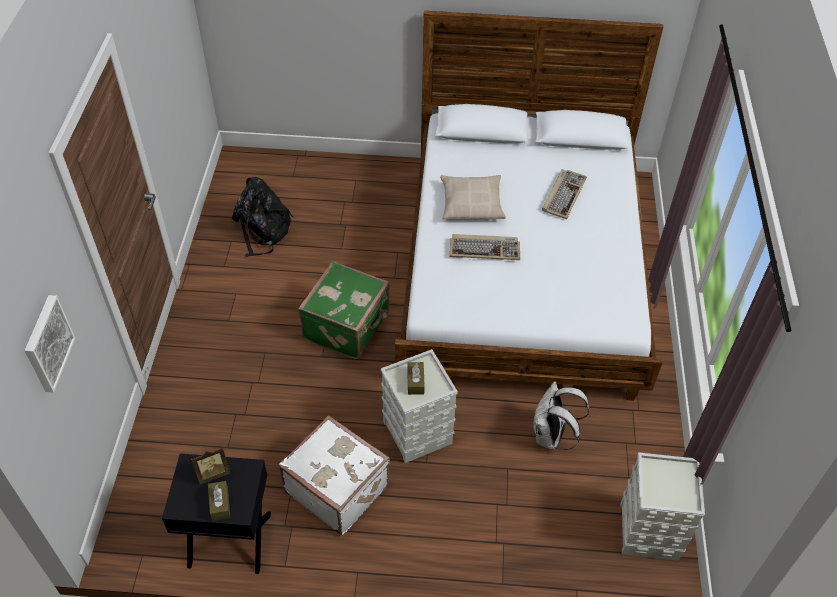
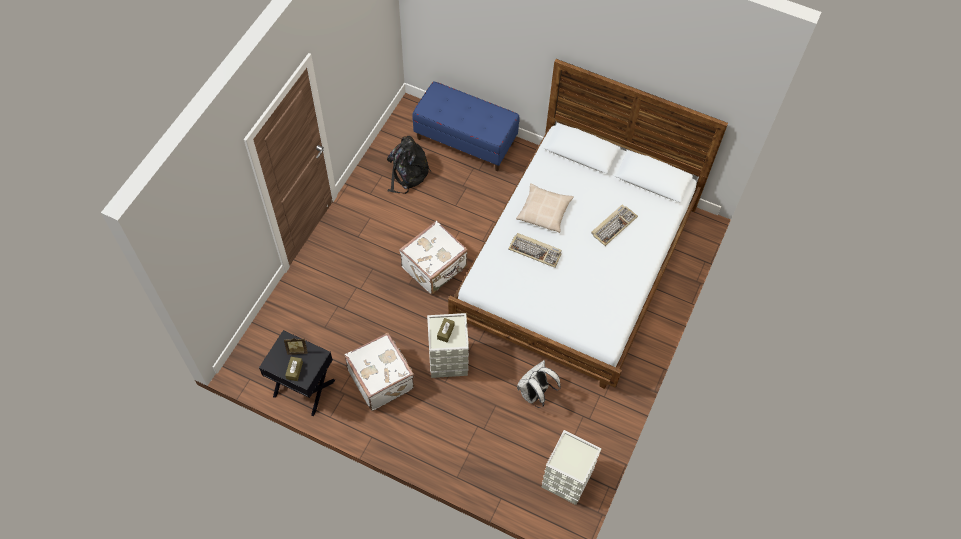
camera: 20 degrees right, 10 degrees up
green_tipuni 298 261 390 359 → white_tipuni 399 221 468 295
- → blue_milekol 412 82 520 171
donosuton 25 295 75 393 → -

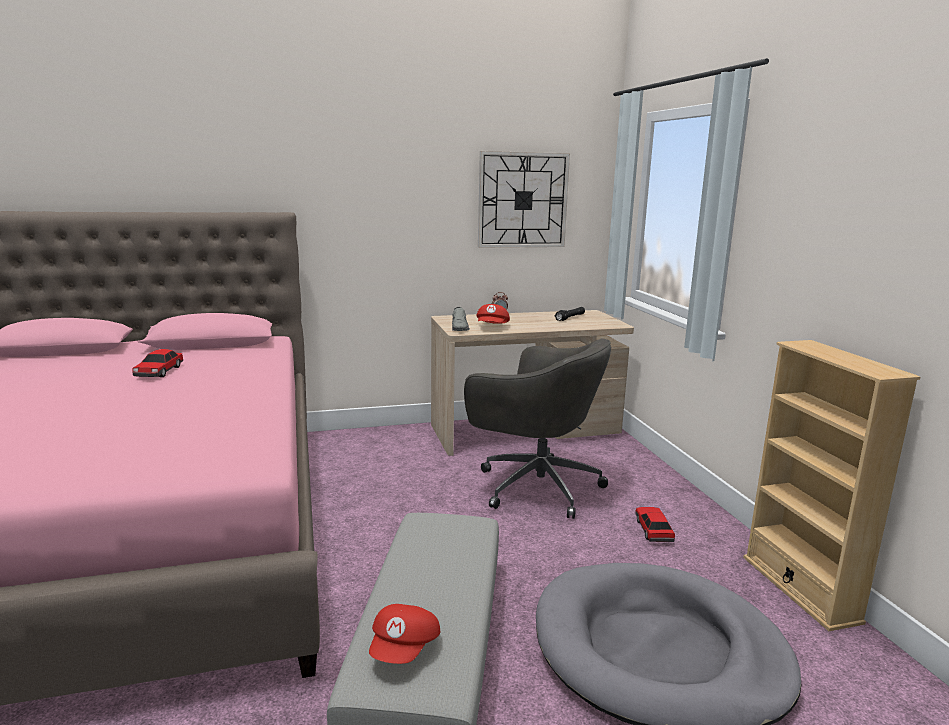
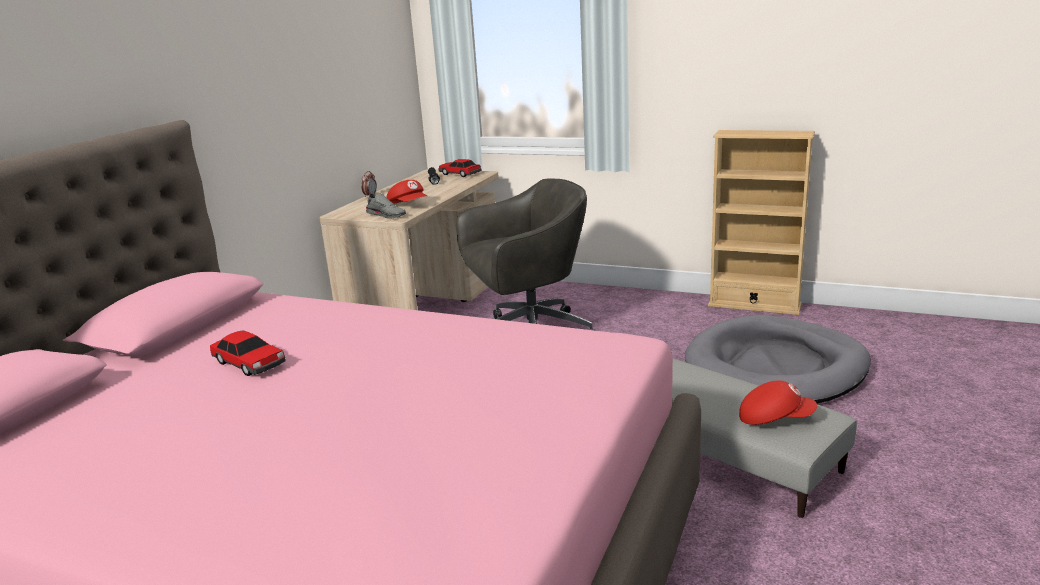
camera: 50 degrees left, 5 degrees up
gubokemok 635 507 675 542 → gubokemok 439 159 481 177, shifted
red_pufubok 369 604 440 664 → red_pufubok 739 380 817 425, 45 degrees counterclockwise
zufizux 478 151 570 248 → -

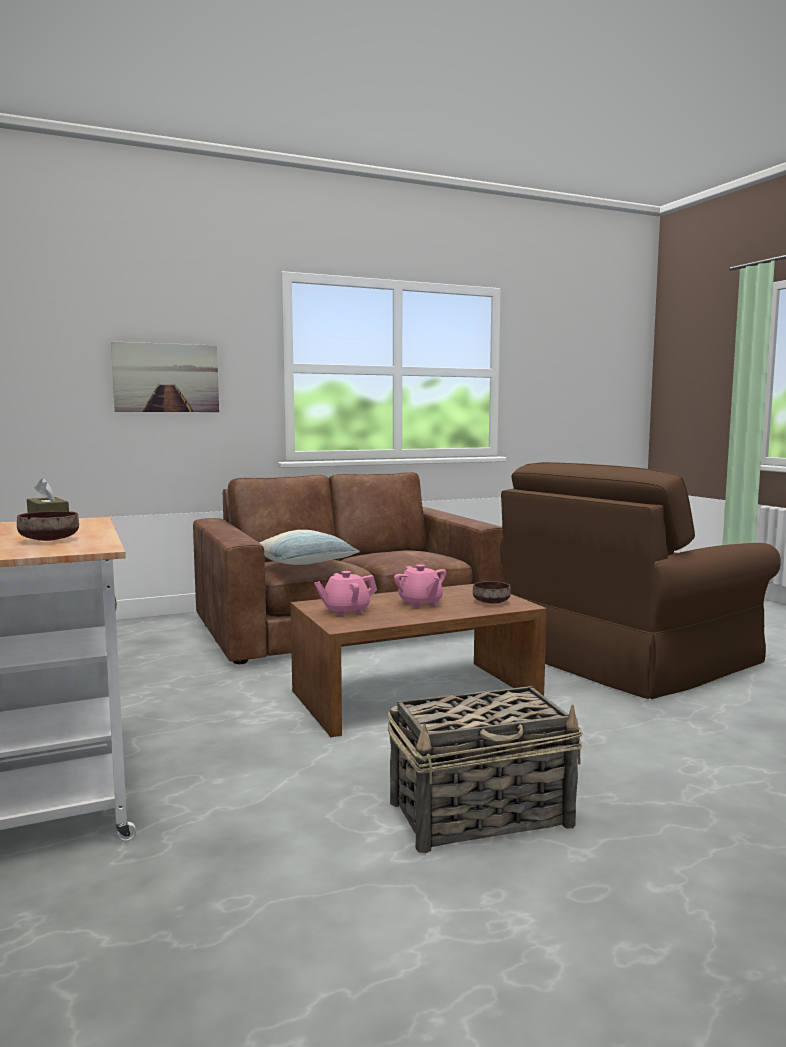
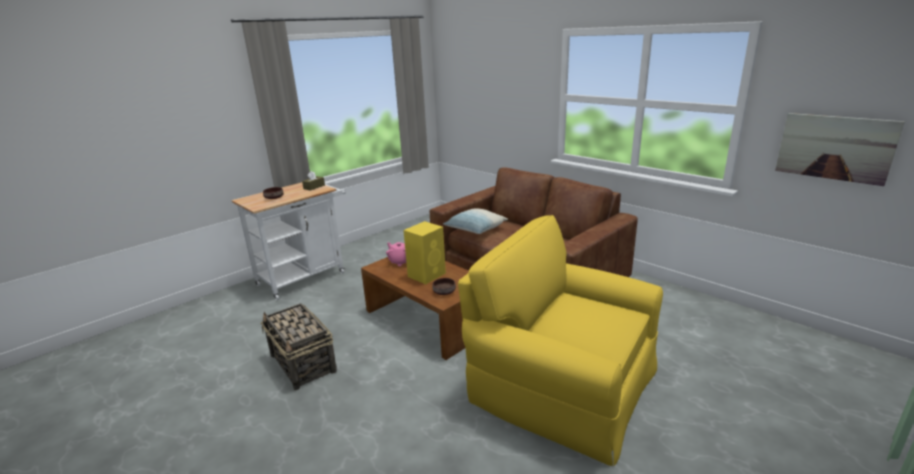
camera: 70 degrees right, 15 degrees up
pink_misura 394 564 447 608 → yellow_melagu 403 221 446 284
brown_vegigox 500 462 781 699 → yellow_vegigox 458 215 663 466
donosuton 111 341 219 412 → donosuton 775 113 905 186, shifted

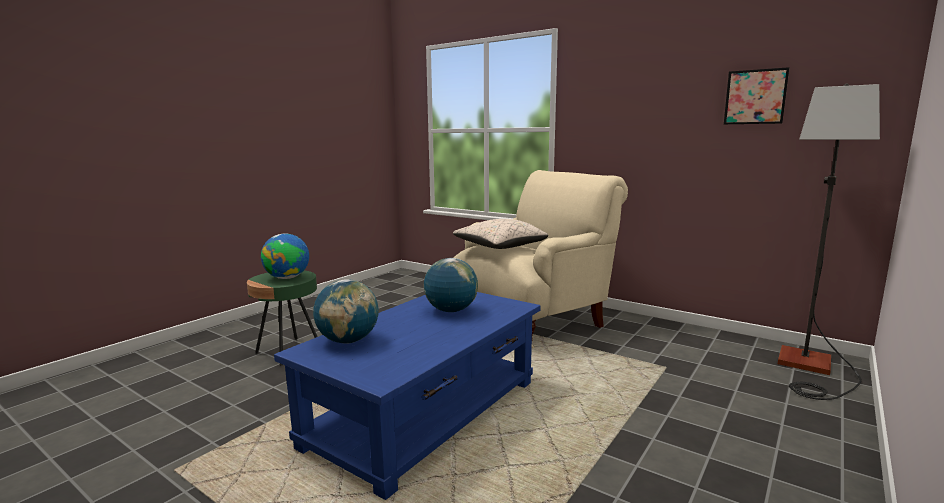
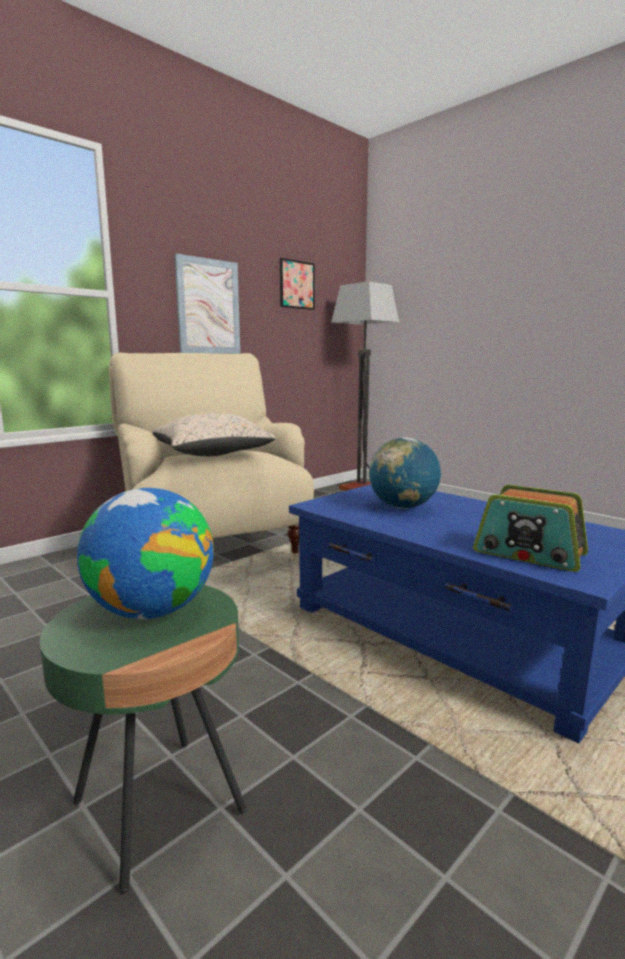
camera: 80 degrees left, 0 degrees up
- → donosuton 174 254 240 354
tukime 313 279 379 344 → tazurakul 473 485 588 572

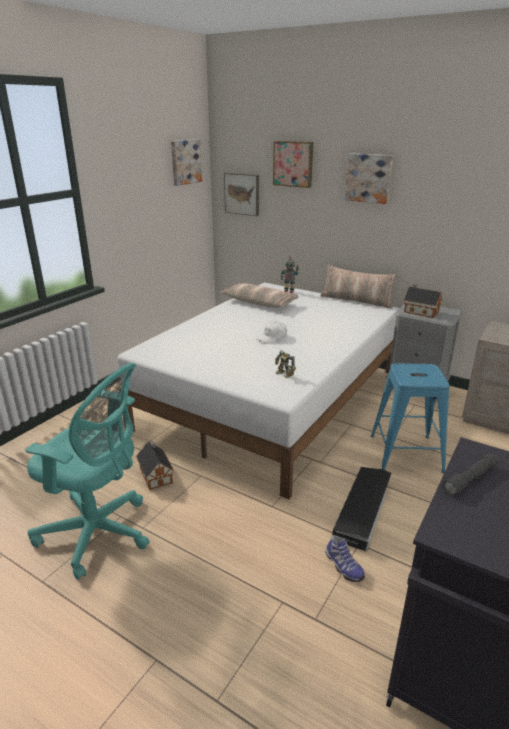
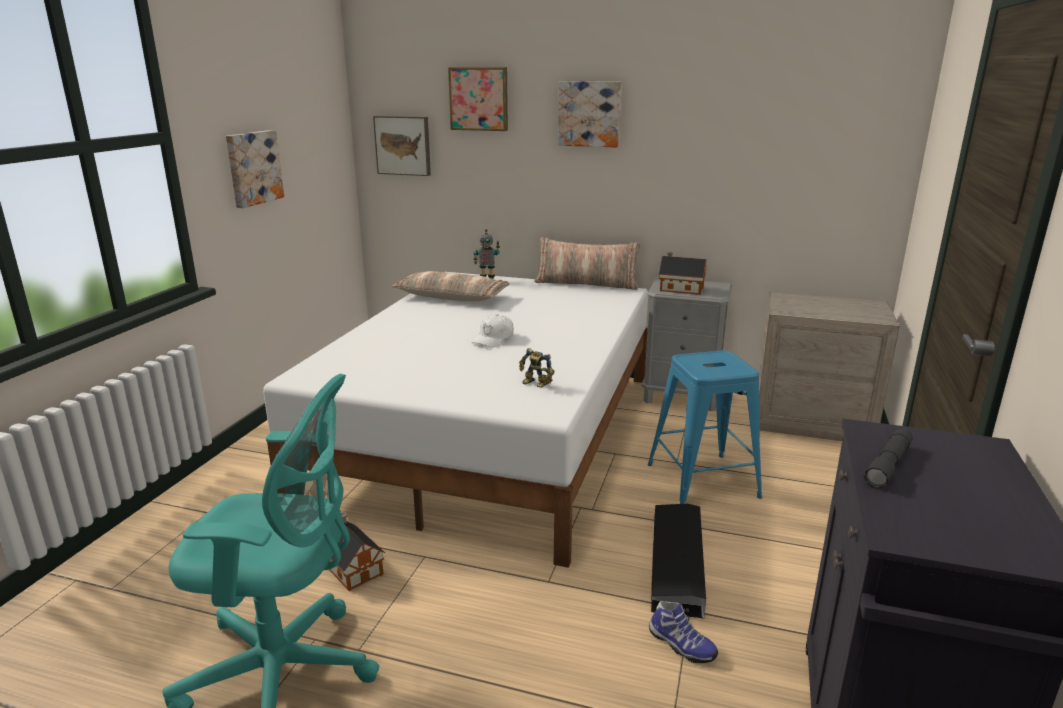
camera: 15 degrees left, 5 degrees down
donosuton 171 139 202 186 → donosuton 226 130 284 208, shifted

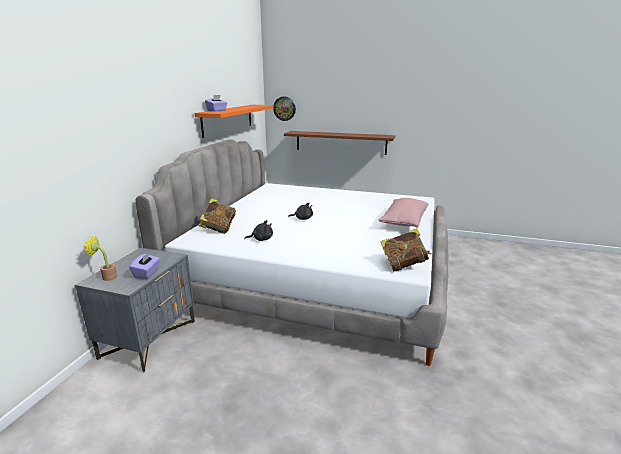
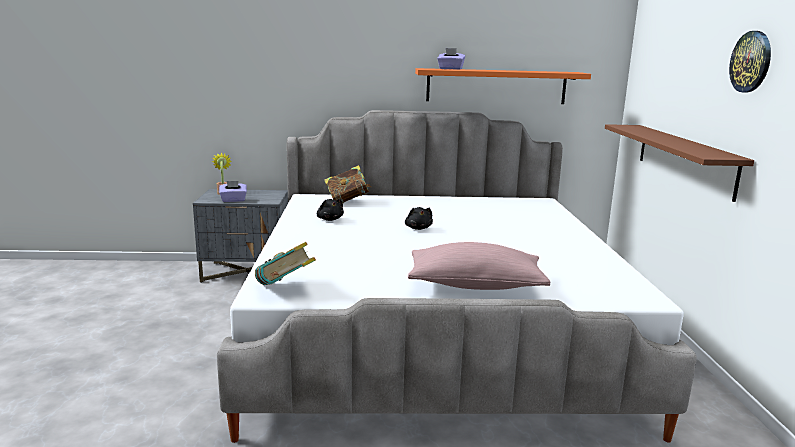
camera: 70 degrees right, 5 degrees down
zufizux 273 97 296 121 → zufizux 729 31 771 93, shifted

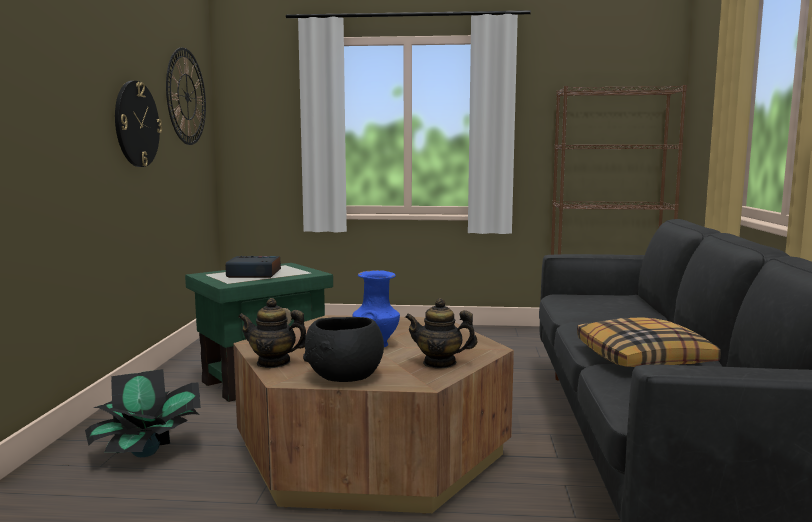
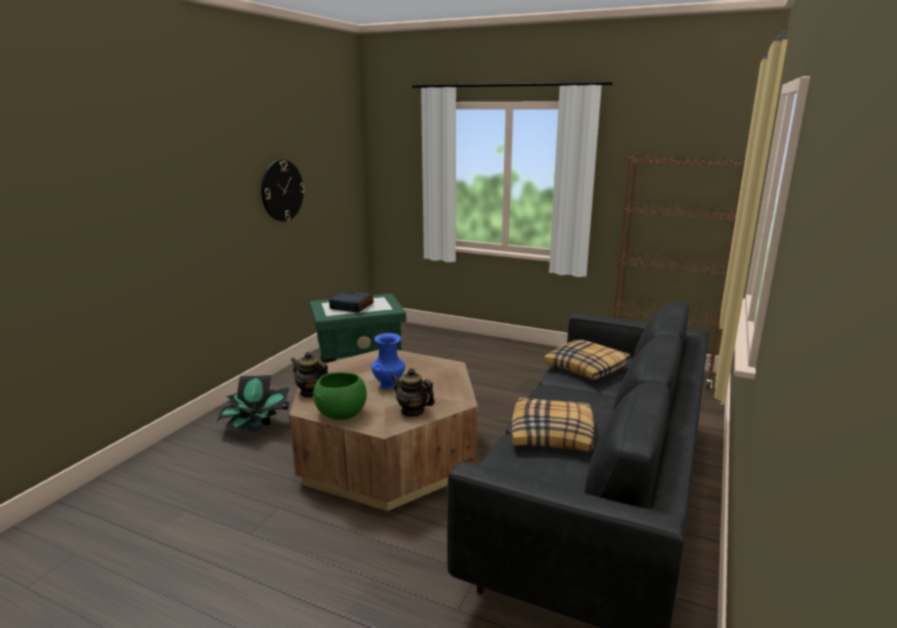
camera: 20 degrees right, 10 degrees up
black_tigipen 303 317 384 382 → green_tigipen 313 372 367 420
- → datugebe 544 339 630 380
zufizux 166 48 206 145 → -

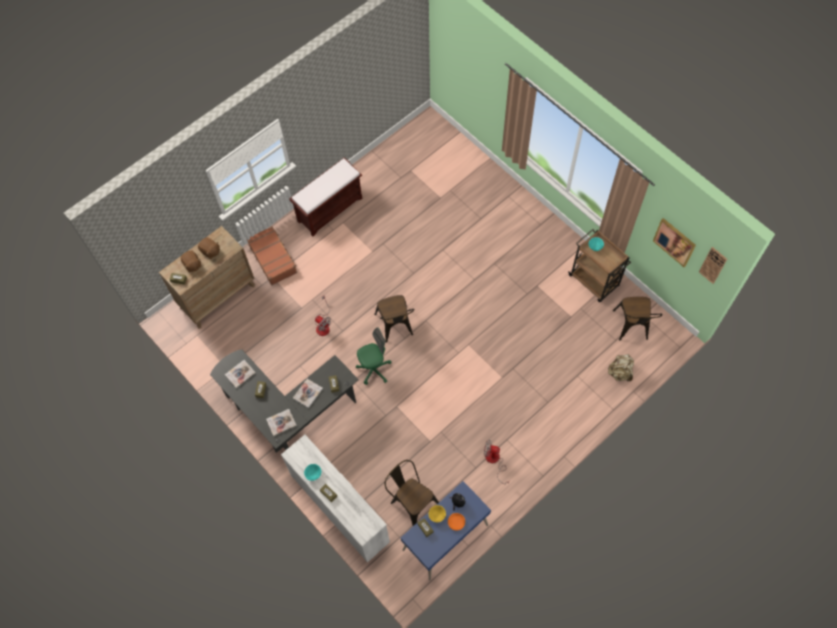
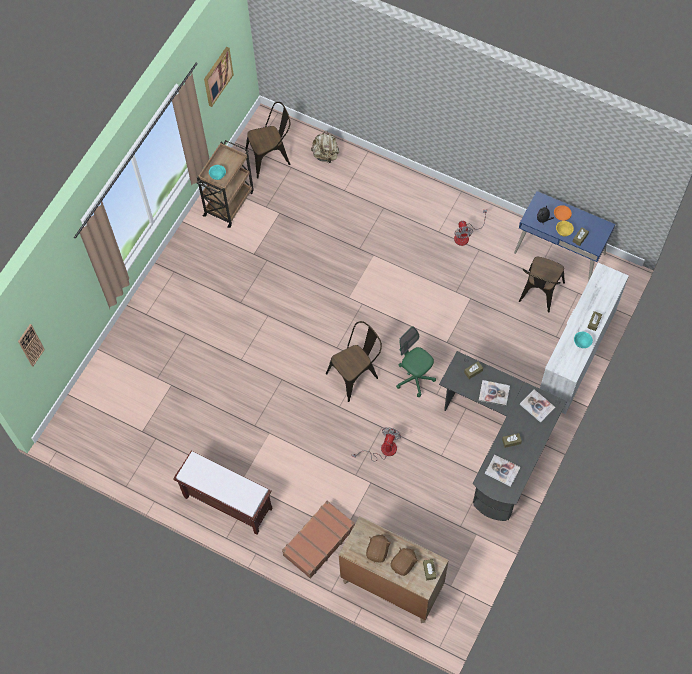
camera: 110 degrees left, 0 degrees up
zufizux 699 247 727 284 → zufizux 18 324 45 366, shifted

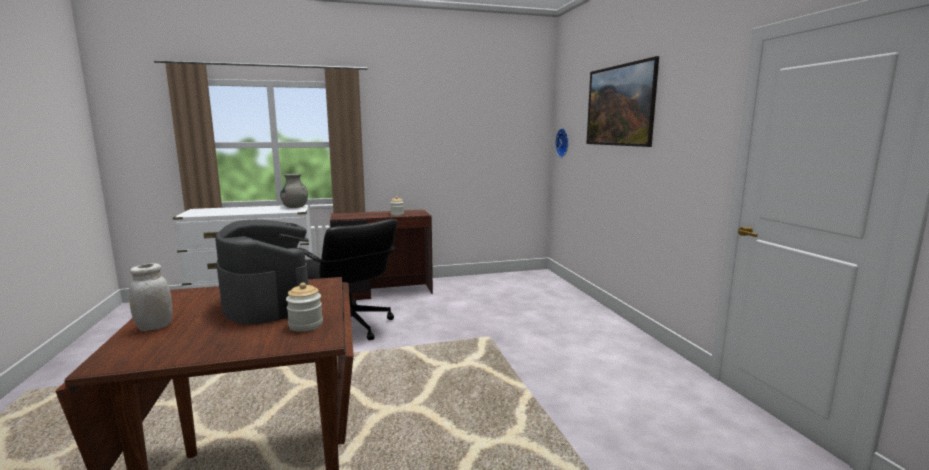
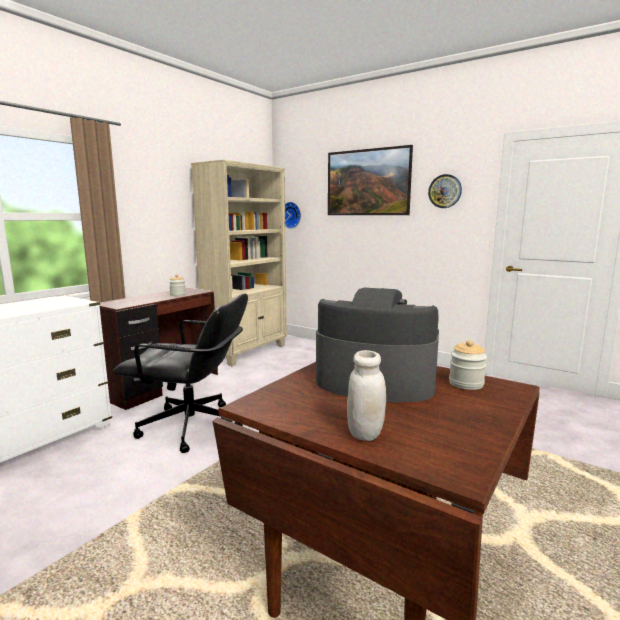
camera: 40 degrees left, 0 degrees up
- → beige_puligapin 191 160 287 366
- → zufizux 428 174 462 208
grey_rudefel 280 174 308 208 → -

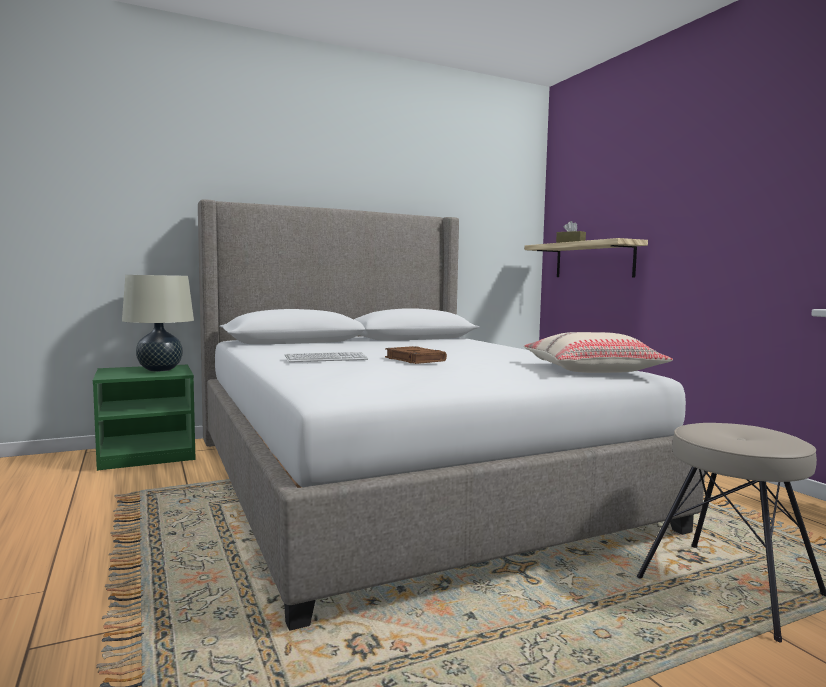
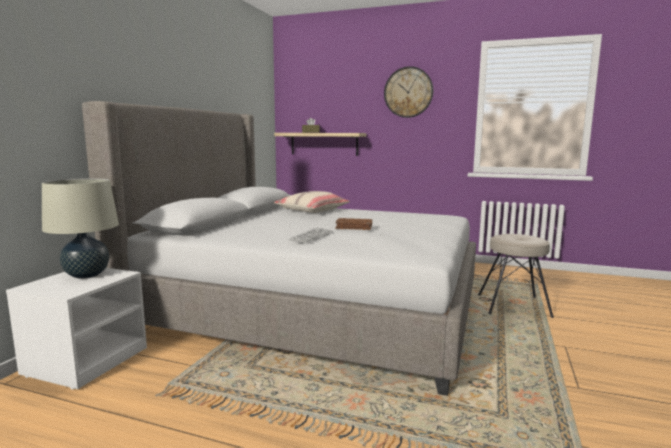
camera: 45 degrees left, 5 degrees up
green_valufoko 93 364 196 471 → white_valufoko 6 268 147 390
beige_datugebe 524 332 673 373 → beige_datugebe 274 191 350 213, shifted
- → zufizux 384 66 433 118

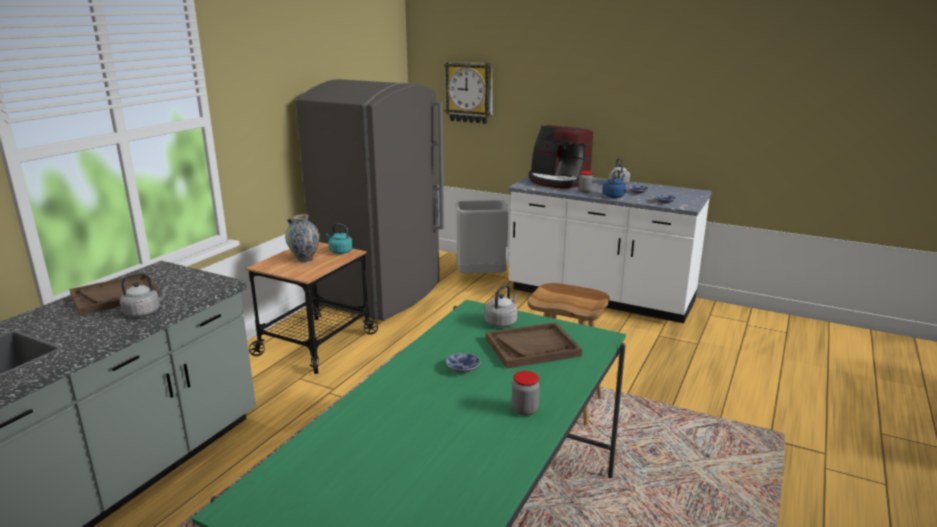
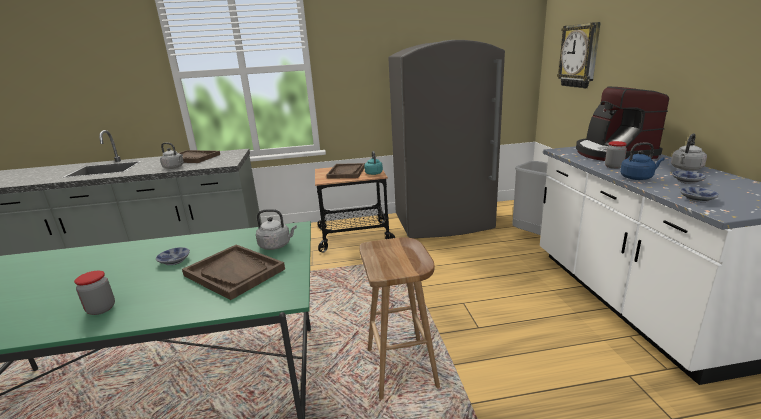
camera: 55 degrees right, 0 degrees up
rudefel 285 214 320 263 → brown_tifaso 327 163 365 179

